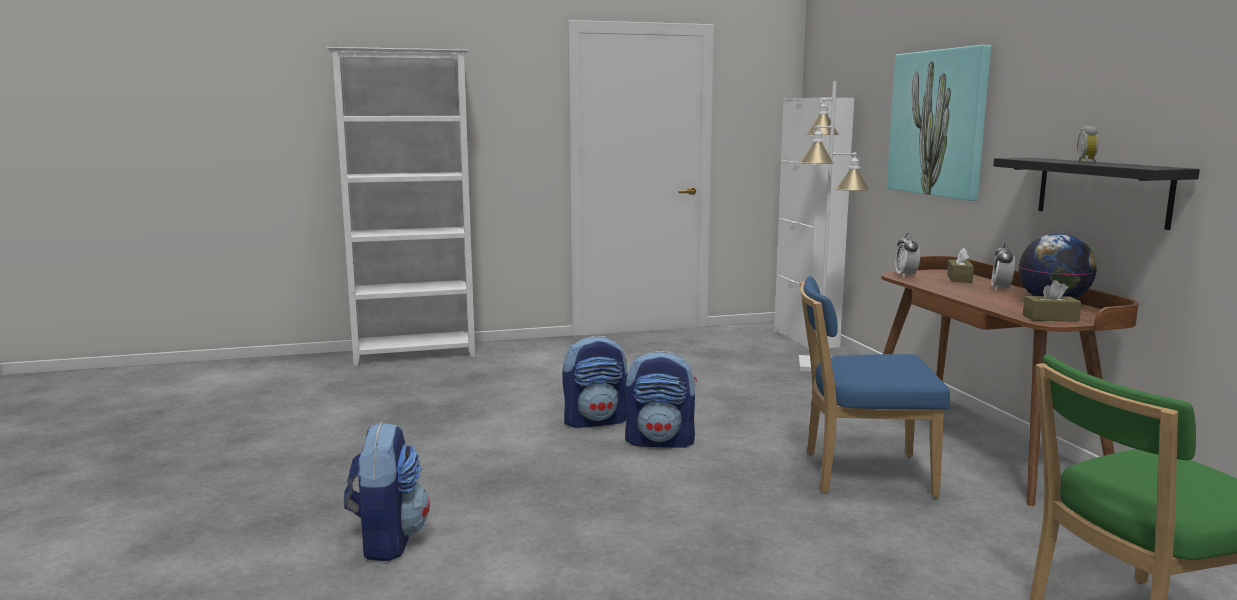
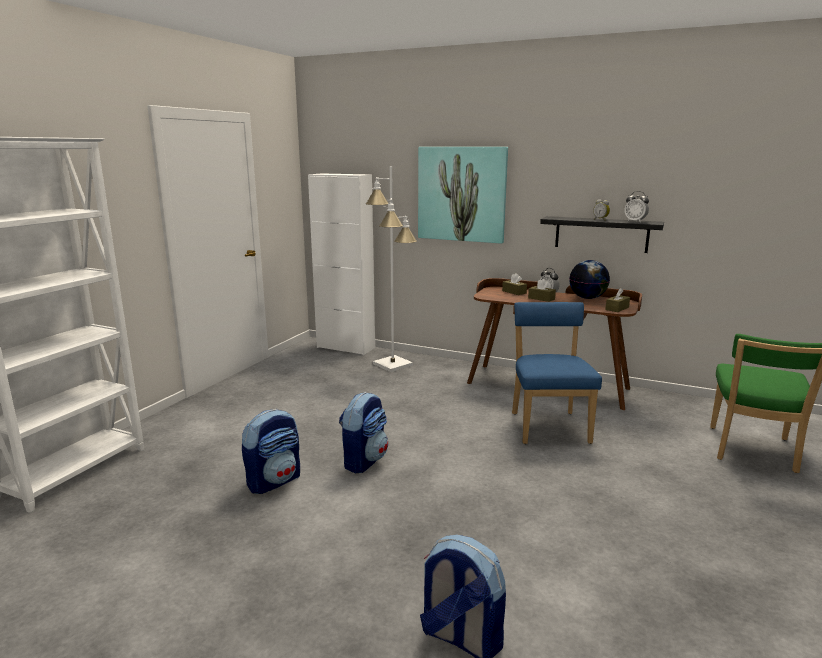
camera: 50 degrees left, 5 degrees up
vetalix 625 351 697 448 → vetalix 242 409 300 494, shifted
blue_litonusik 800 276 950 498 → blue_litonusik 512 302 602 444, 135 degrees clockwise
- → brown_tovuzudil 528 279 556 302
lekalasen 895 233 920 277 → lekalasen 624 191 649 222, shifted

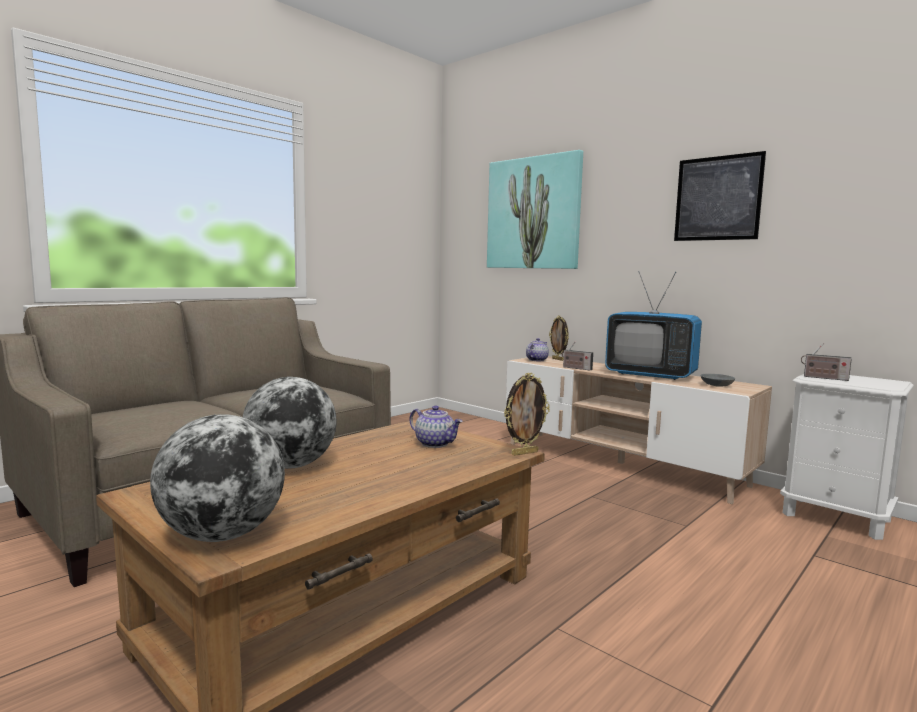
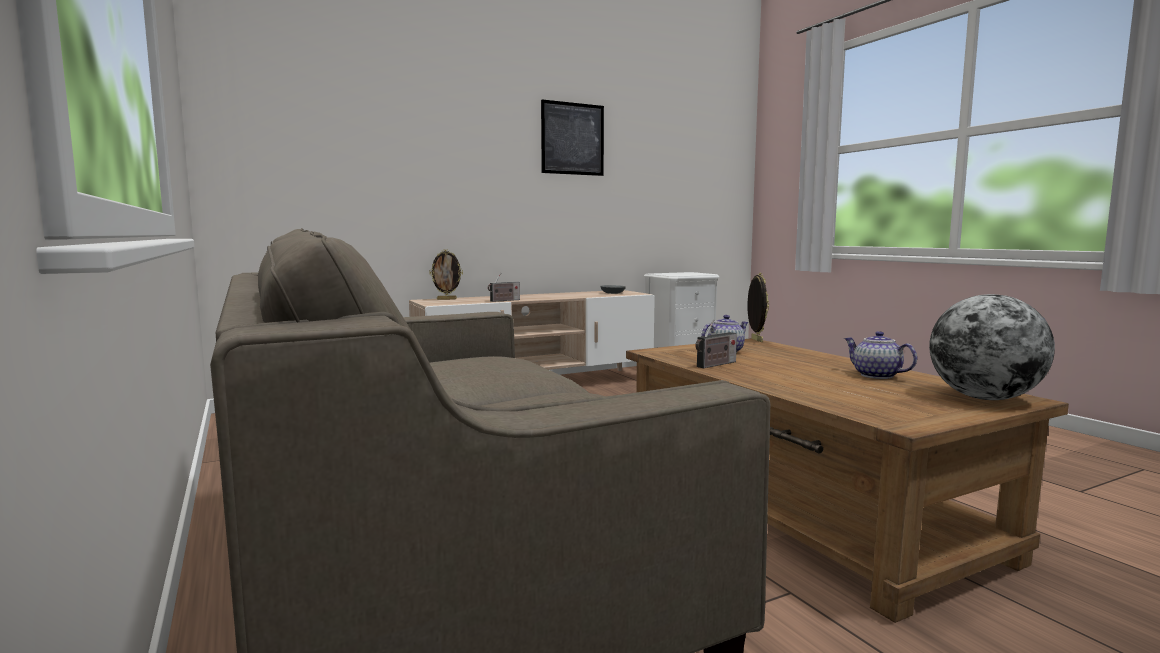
camera: 70 degrees left, 0 degrees up
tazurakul 801 343 852 381 → tazurakul 695 319 737 368, shifted
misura 526 338 549 361 → misura 844 331 917 379, shifted
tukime 243 377 337 469 → -
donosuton 487 150 583 269 → -
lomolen 605 271 702 380 → -

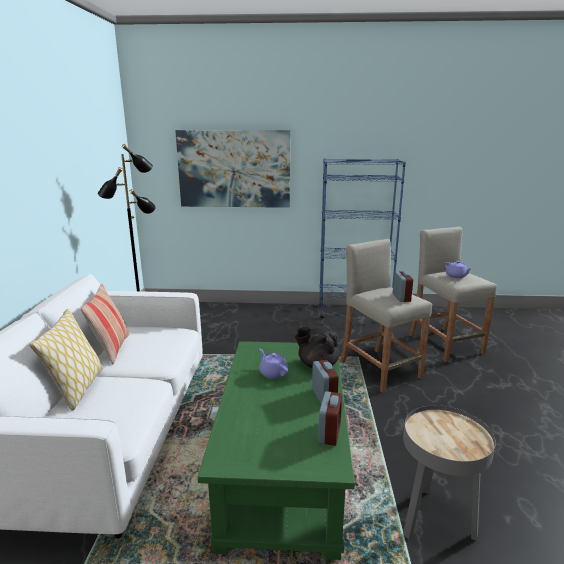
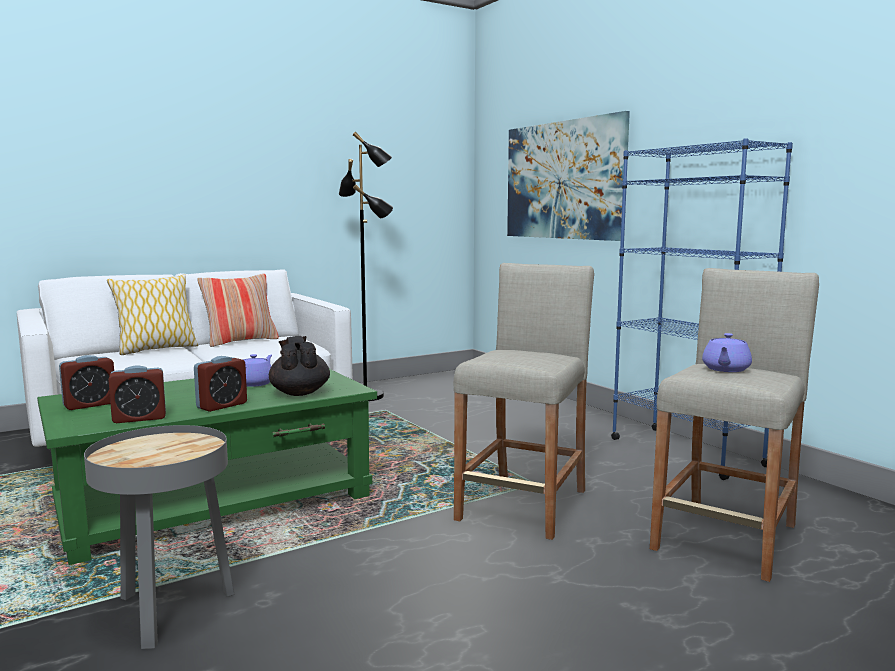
camera: 55 degrees right, 10 degrees down
lekalasen 393 271 413 302 → lekalasen 59 355 114 410, shifted

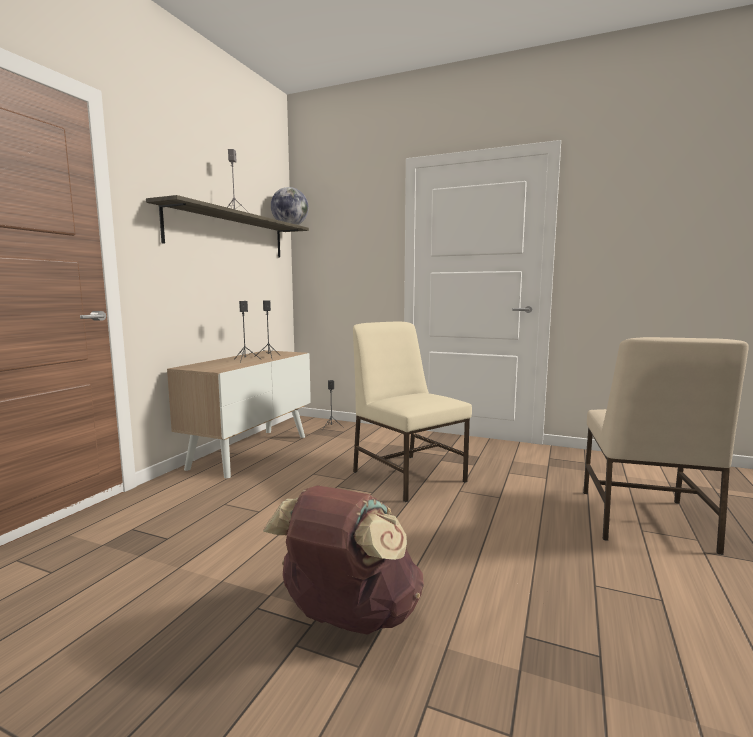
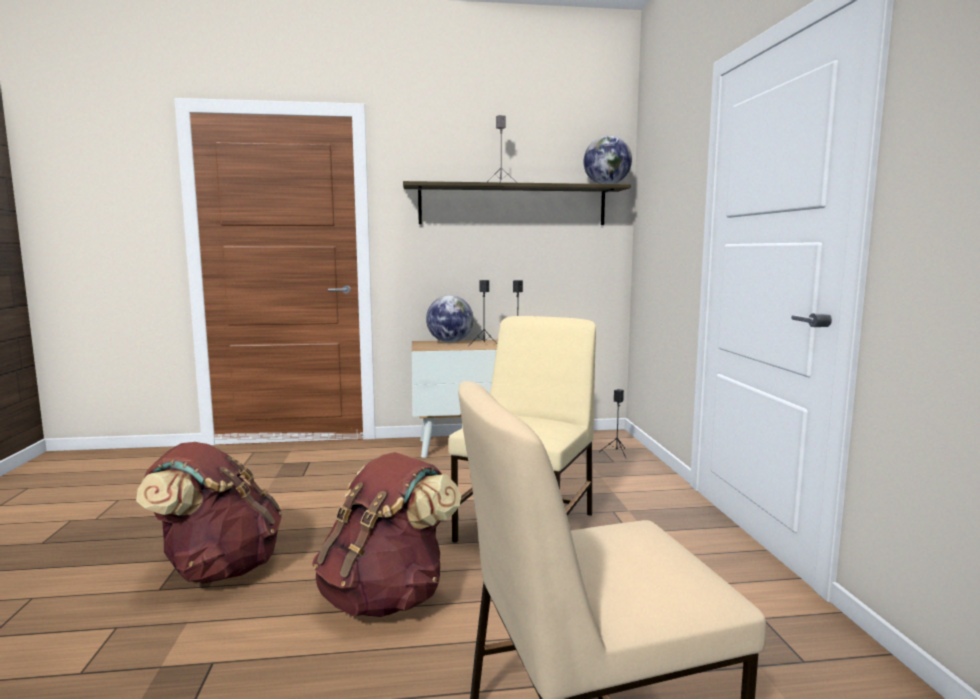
camera: 60 degrees right, 0 degrees up
- → brown_vetalix 312 452 461 617
- → tukime 426 295 473 343

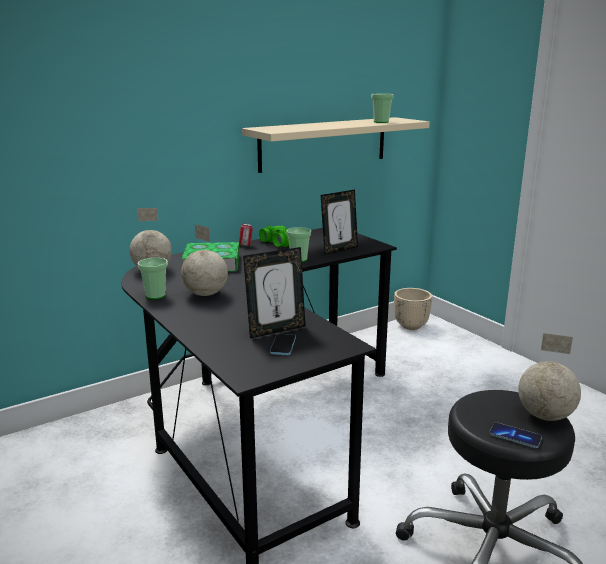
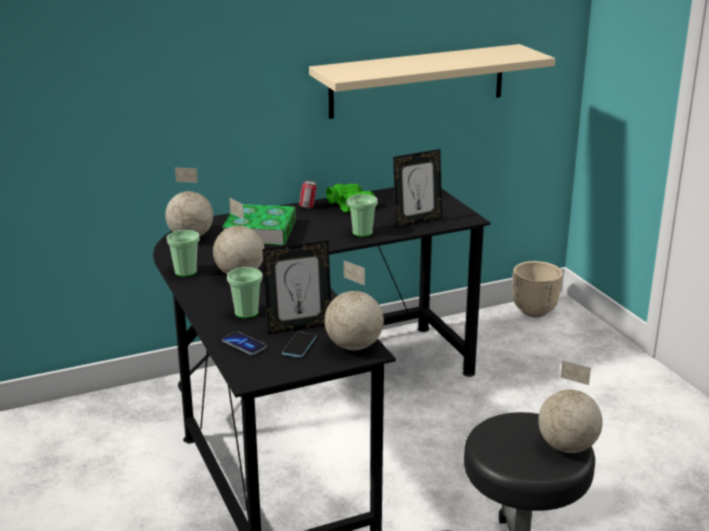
camera: 10 degrees right, 5 degrees up
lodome 490 422 542 448 → lodome 222 332 267 355, shifted
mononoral 371 93 394 123 → mononoral 227 267 262 318, shifted
- → tukime 325 260 384 350

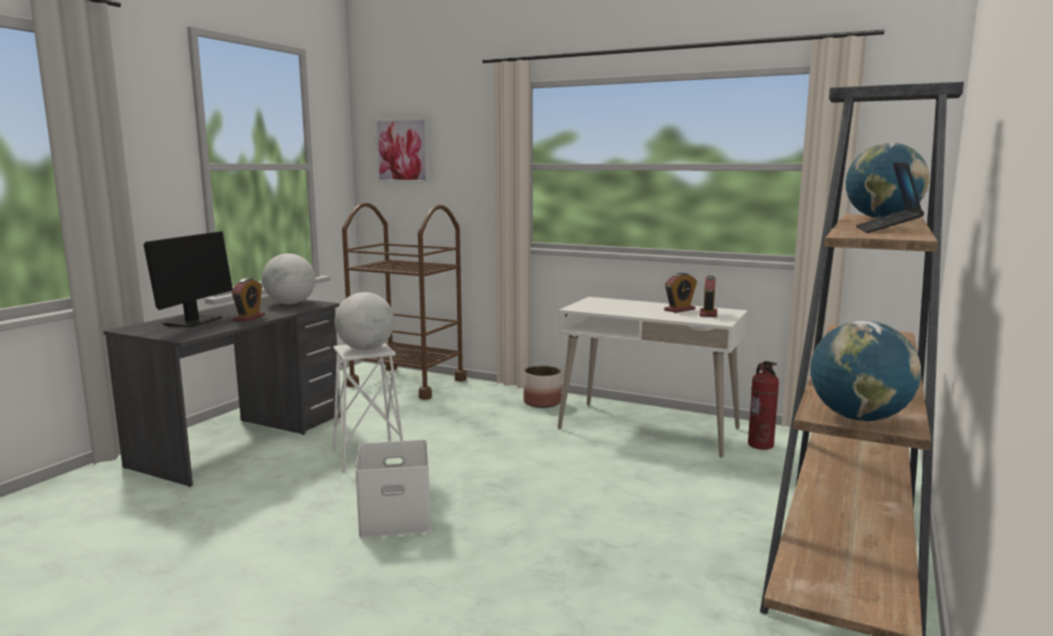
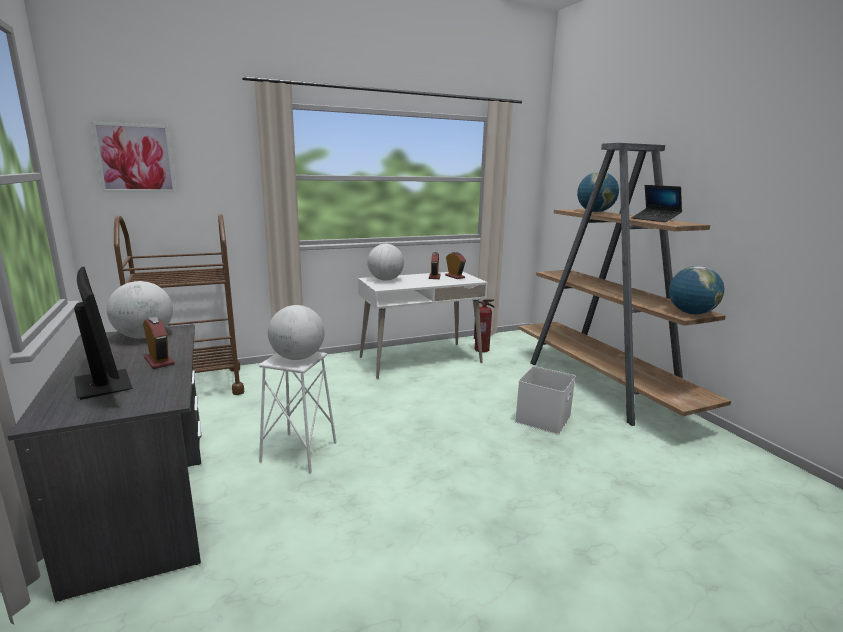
camera: 50 degrees left, 5 degrees up
- → tukime 367 244 404 281
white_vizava 355 440 431 538 → white_vizava 515 366 576 435, shifted
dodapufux 524 366 561 408 → -

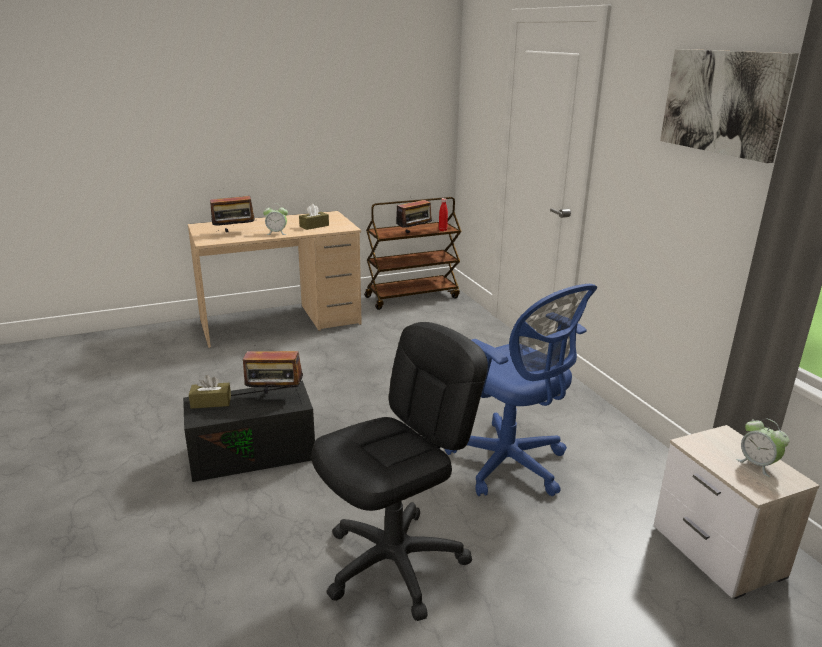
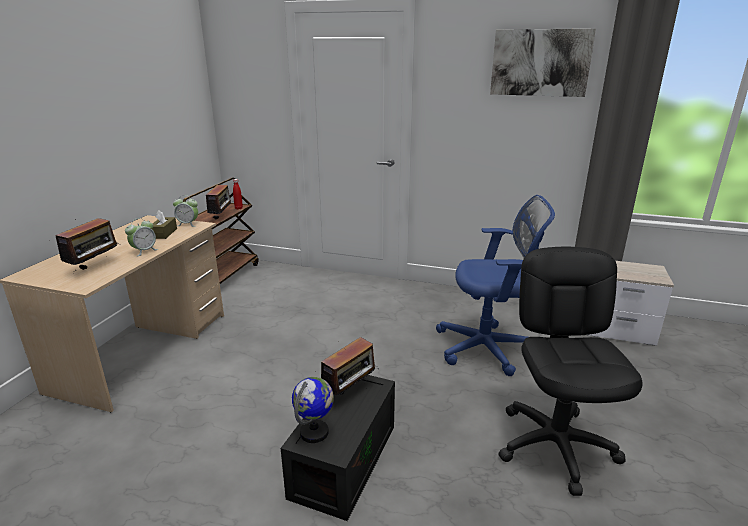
camera: 50 degrees left, 0 degrees up
lekalasen 736 418 789 477 → lekalasen 173 195 198 227, shifted
brown_tovuzudil 189 375 231 409 → tukime 292 377 334 443

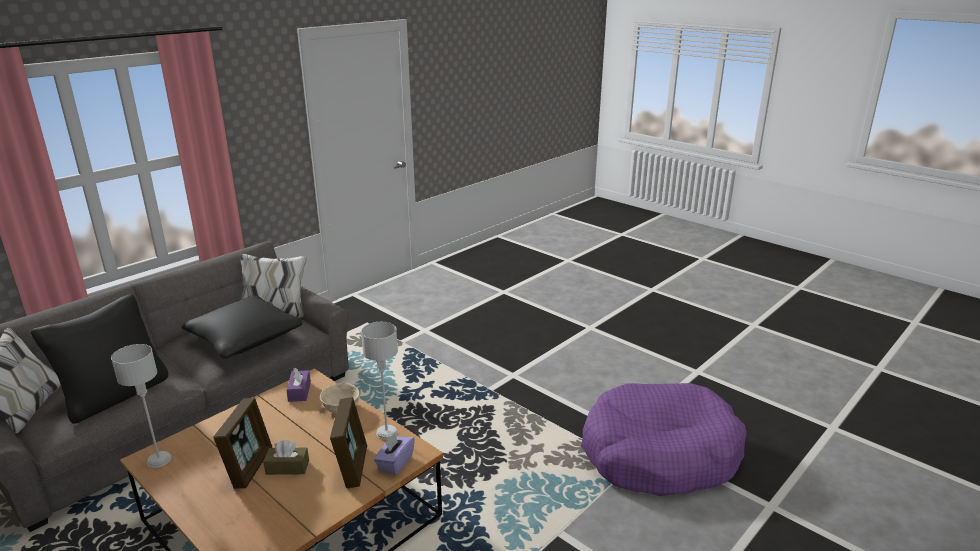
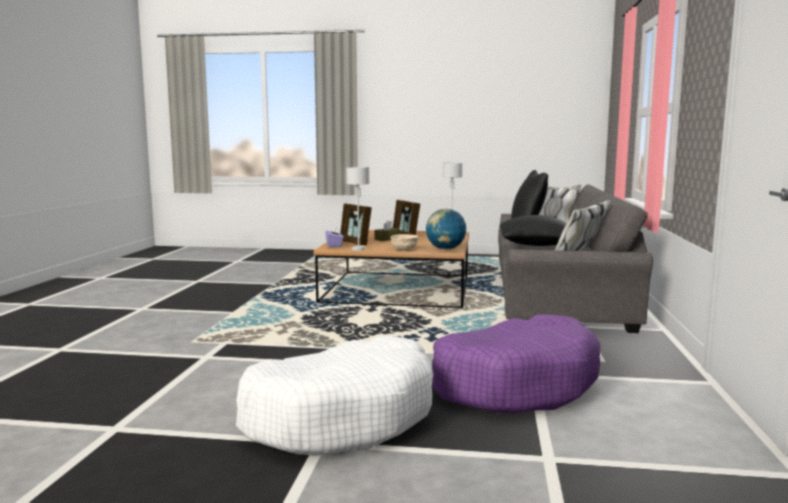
camera: 145 degrees right, 15 degrees down
- → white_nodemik 236 336 433 456
purple_tovuzudil 286 368 311 402 → tukime 426 209 466 249
purple_nodemik 581 383 747 496 → purple_nodemik 432 314 601 414, shifted

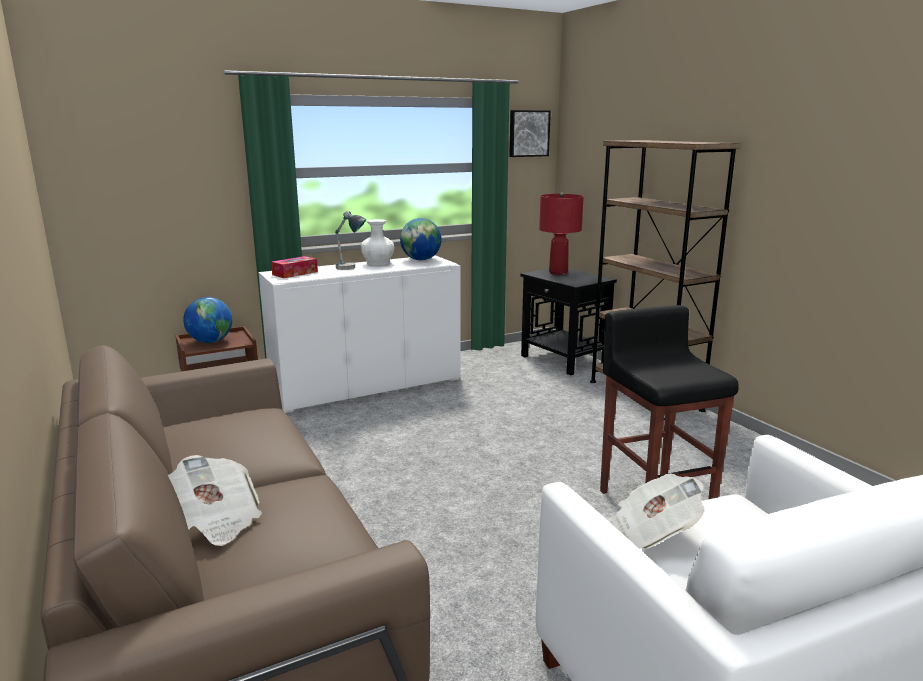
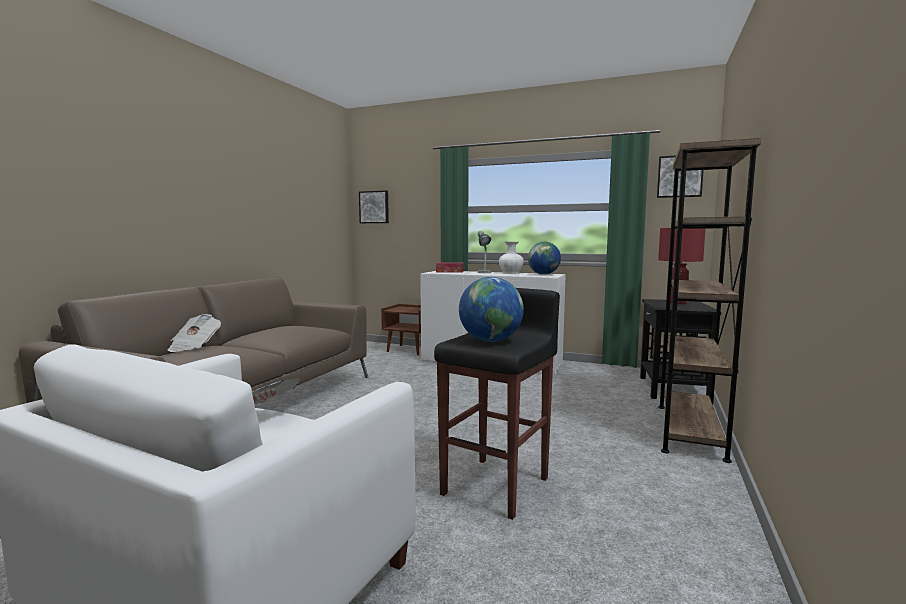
camera: 50 degrees right, 10 degrees down
- → donosuton 359 190 389 223
tukime 183 297 232 343 → tukime 459 277 524 342, shifted

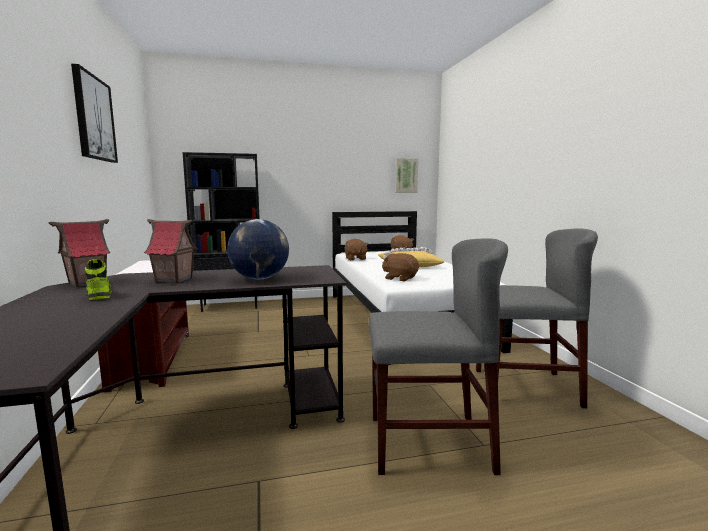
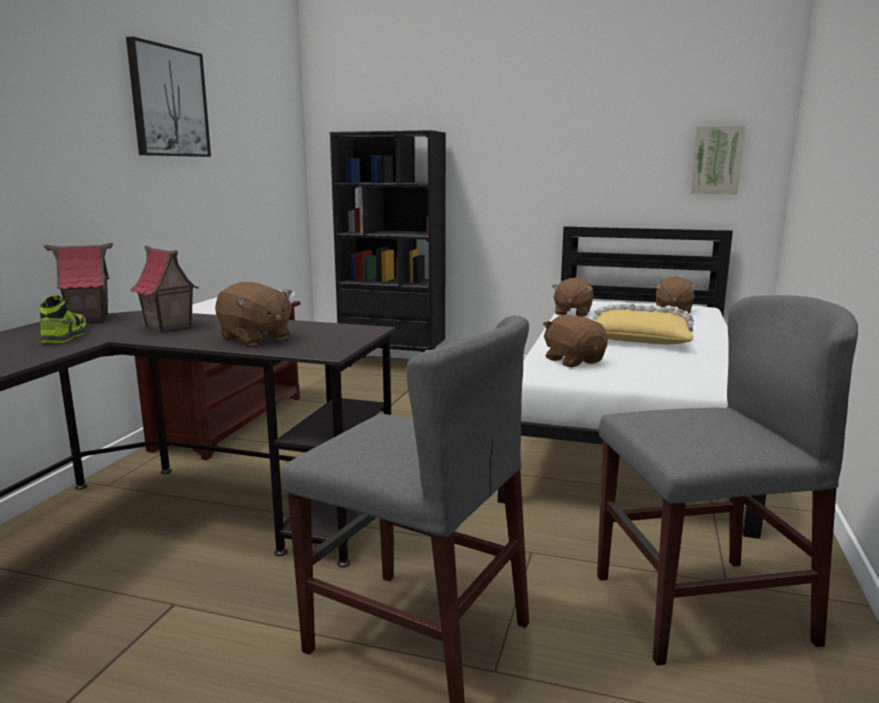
camera: 30 degrees right, 5 degrees up
tukime 227 219 289 280 → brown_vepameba 215 282 293 346
grey_litonusik 476 229 598 408 → grey_litonusik 597 295 858 666, 45 degrees counterclockwise

